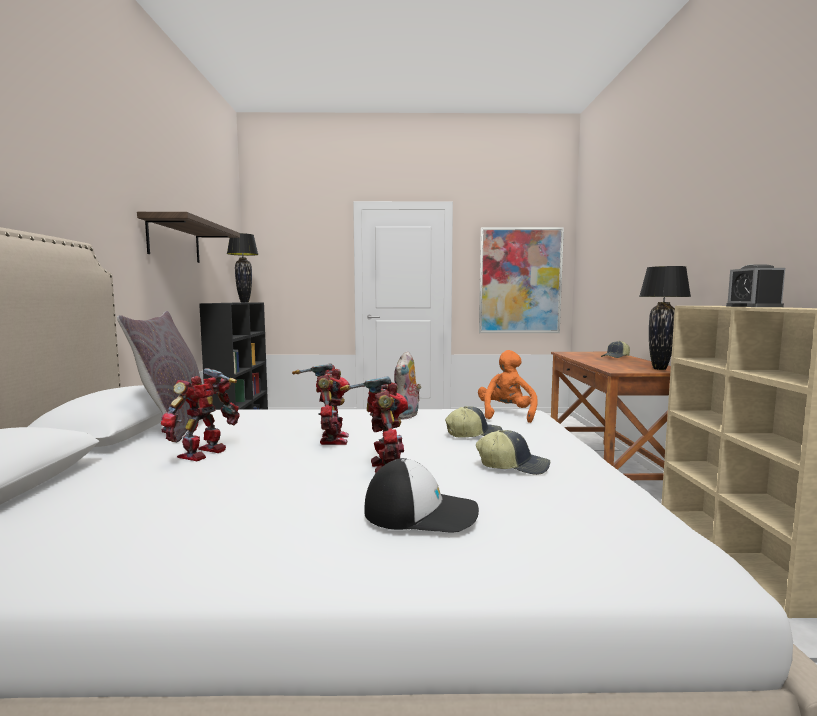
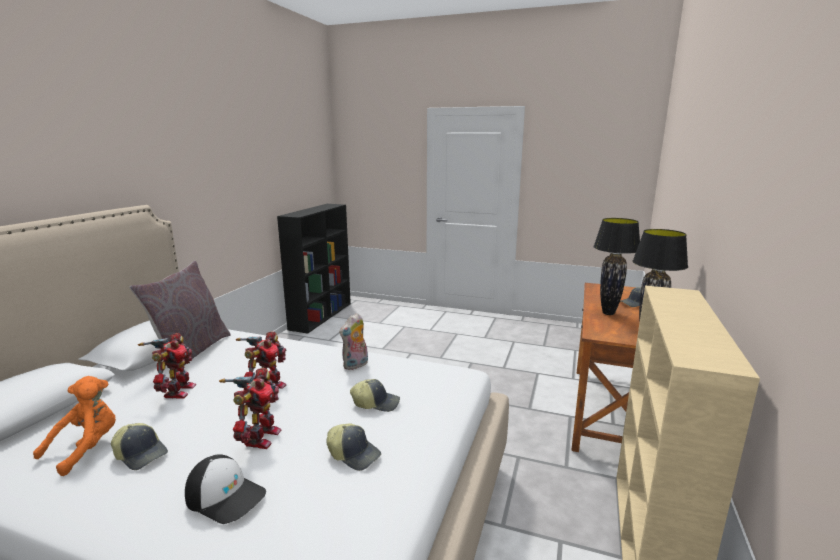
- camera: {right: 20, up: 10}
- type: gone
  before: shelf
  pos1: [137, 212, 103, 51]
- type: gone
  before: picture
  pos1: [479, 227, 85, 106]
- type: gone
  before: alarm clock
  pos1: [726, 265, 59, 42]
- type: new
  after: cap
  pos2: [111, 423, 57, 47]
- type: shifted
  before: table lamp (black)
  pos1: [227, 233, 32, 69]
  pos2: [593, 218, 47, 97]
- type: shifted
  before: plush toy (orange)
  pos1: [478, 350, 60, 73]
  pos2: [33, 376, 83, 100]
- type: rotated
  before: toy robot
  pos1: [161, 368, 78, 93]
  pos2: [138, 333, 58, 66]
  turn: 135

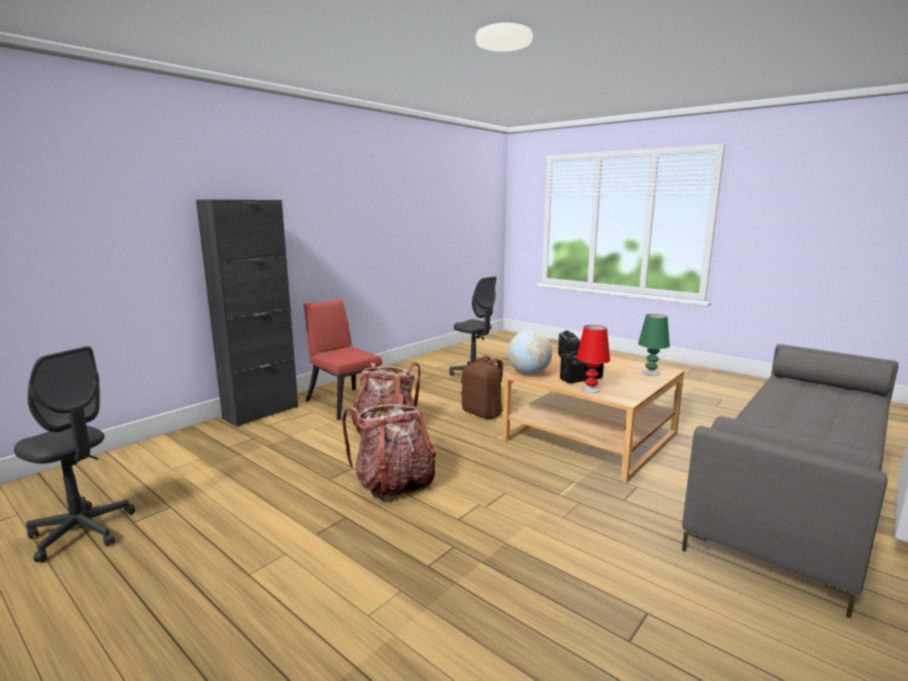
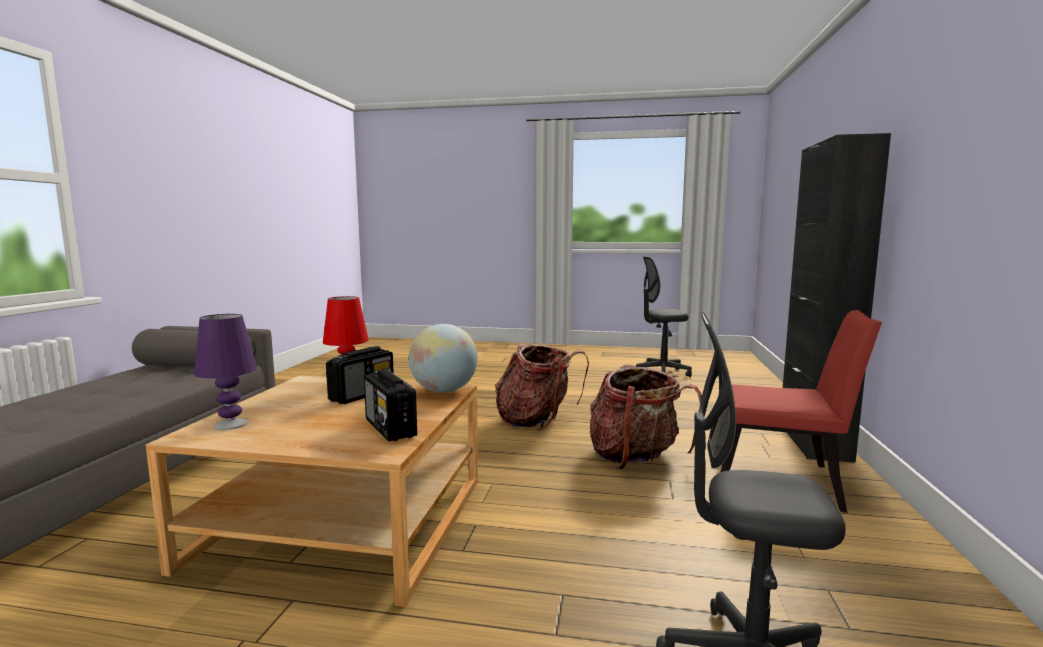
- camera: {right: 150, up: -5}
- type: gone
  before: backpack (brown)
  pos1: [461, 356, 42, 63]
- type: repainted
  before: table lamp (green)
  after: table lamp (purple)
  pos1: [638, 314, 32, 62]
  pos2: [194, 314, 63, 116]

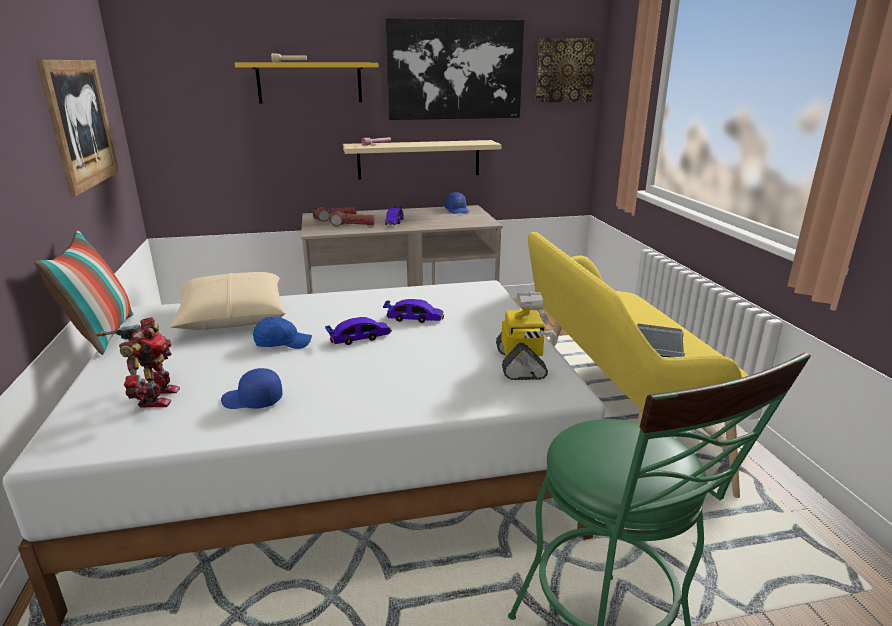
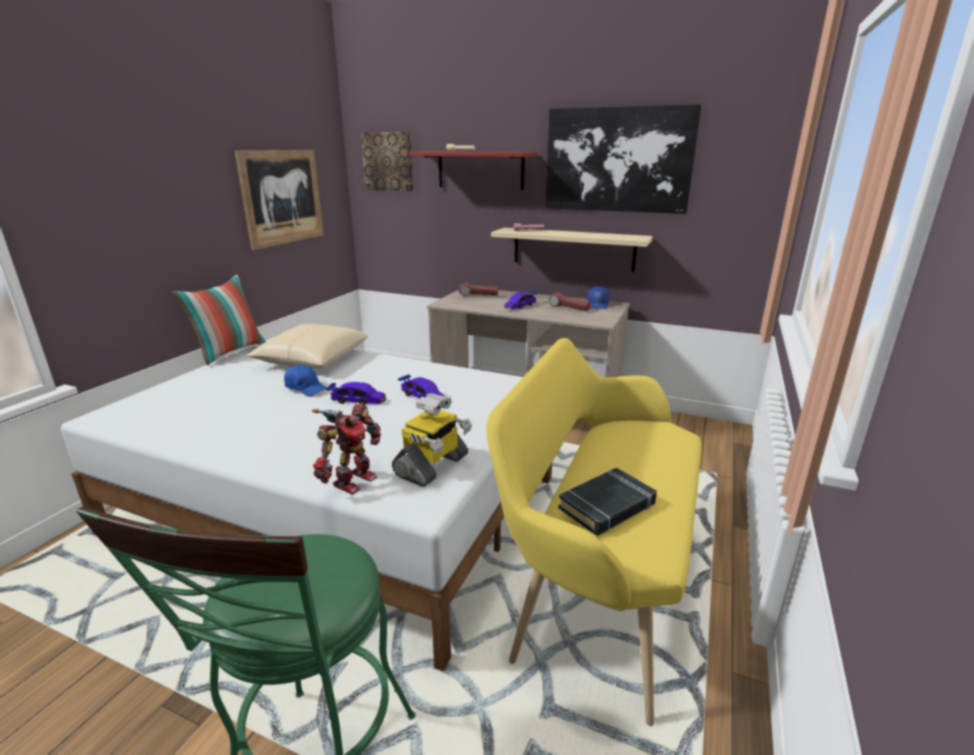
- camera: {right: 35, up: 0}
- type: gone
  before: cap (blue)
  pos1: [221, 368, 62, 41]
- type: shifted
  before: toy robot
  pos1: [96, 317, 84, 91]
  pos2: [312, 404, 69, 91]
- type: shifted
  before: flashlight
  pos1: [329, 210, 46, 16]
  pos2: [549, 292, 42, 19]
- type: shifted
  before: picture
  pos1: [535, 38, 62, 64]
  pos2: [361, 132, 53, 59]
- type: repainted
  before: shelf (yellow)
  after: shelf (red)
  pos1: [235, 63, 144, 41]
  pos2: [409, 152, 128, 38]

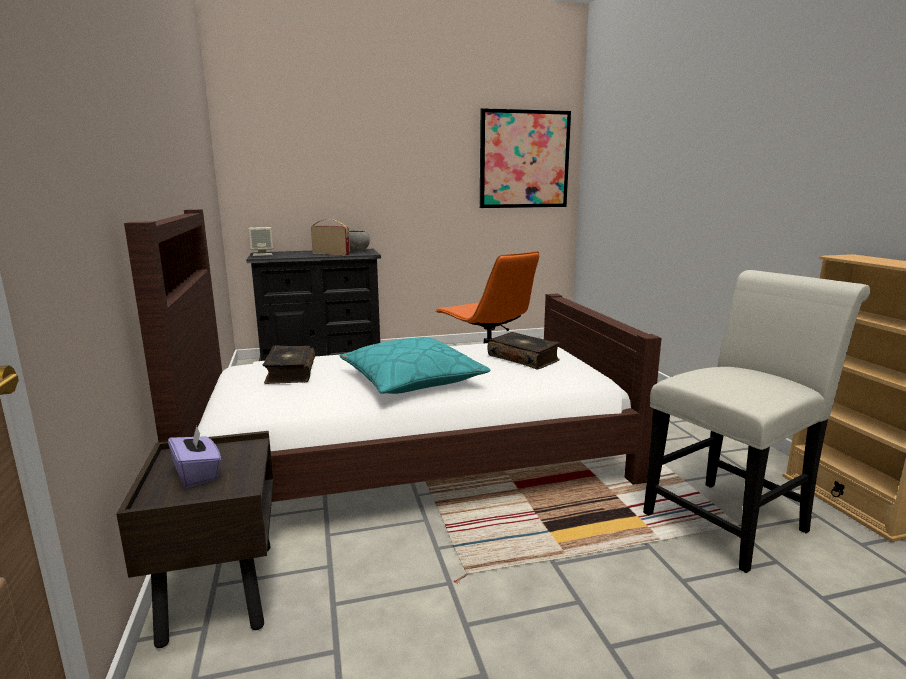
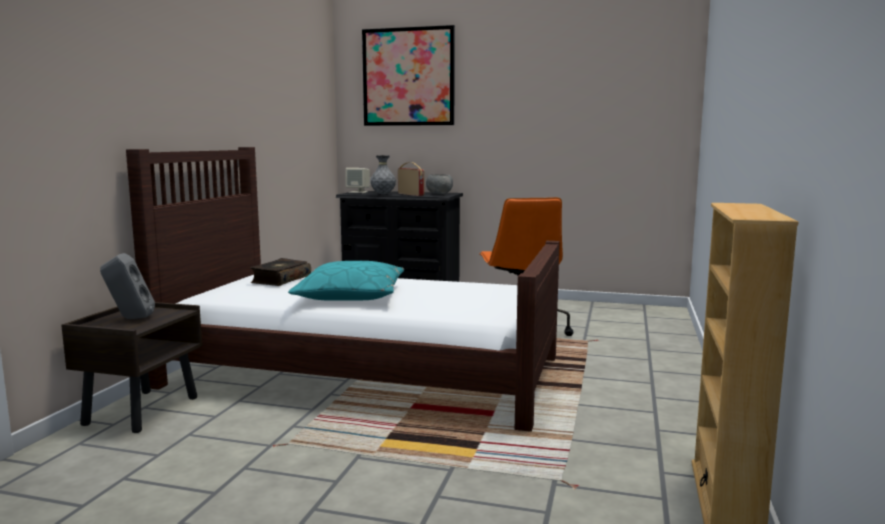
- camera: {right: 30, up: -5}
- type: gone
  before: book
  pos1: [488, 332, 72, 37]
- type: gone
  before: chair (white)
  pos1: [643, 270, 227, 303]
- type: new
  after: vase (grey)
  pos2: [370, 155, 26, 40]
- type: shifted
  before: picture
  pos1: [480, 108, 91, 100]
  pos2: [362, 25, 93, 101]
- type: swapped
  before: tissue box (purple)
  after: speaker (grey)
  pos1: [168, 426, 53, 62]
  pos2: [100, 253, 55, 66]

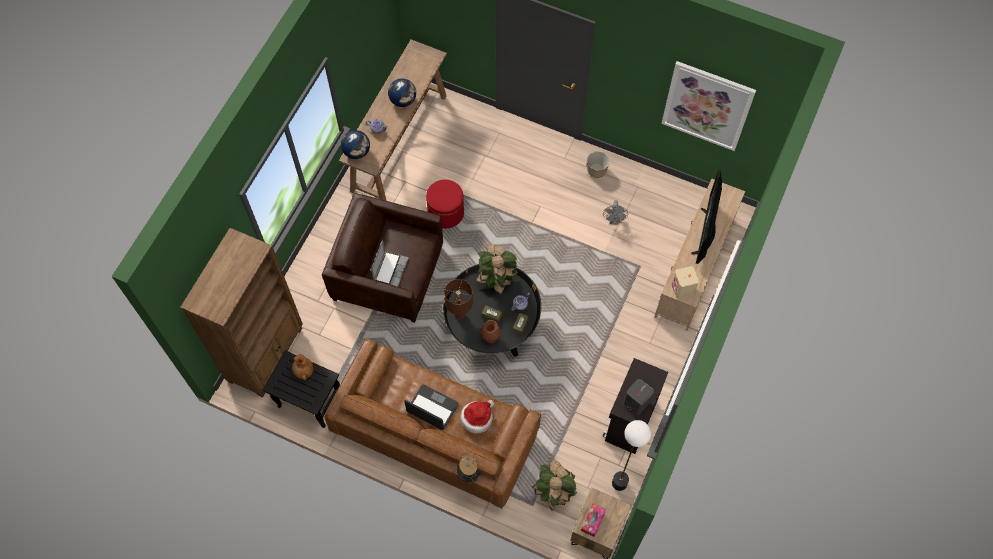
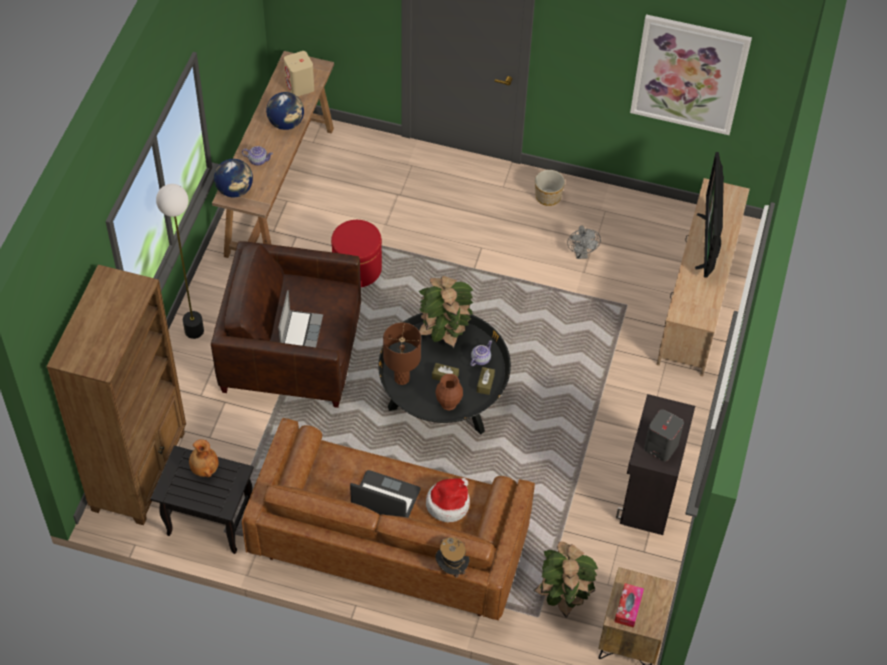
- camera: {right: -10, up: -10}
- type: shifted
  before: floor lamp
  pos1: [612, 420, 39, 71]
  pos2: [156, 184, 48, 155]
- type: shifted
  before: speaker (beige)
  pos1: [671, 266, 28, 33]
  pos2: [284, 51, 30, 46]

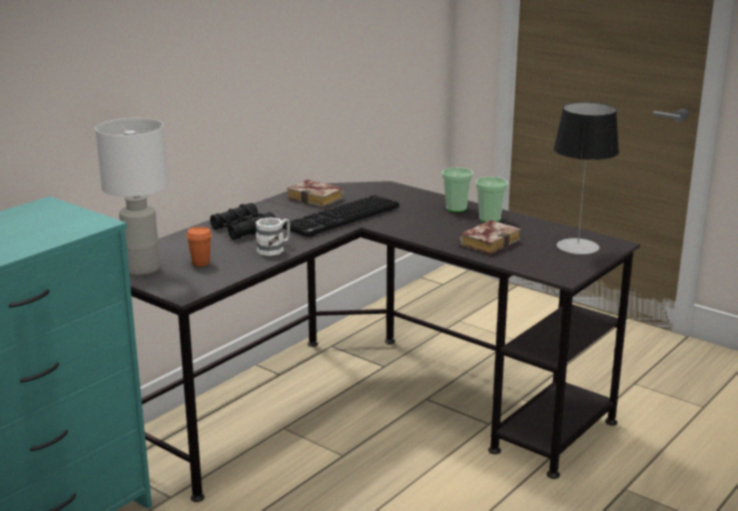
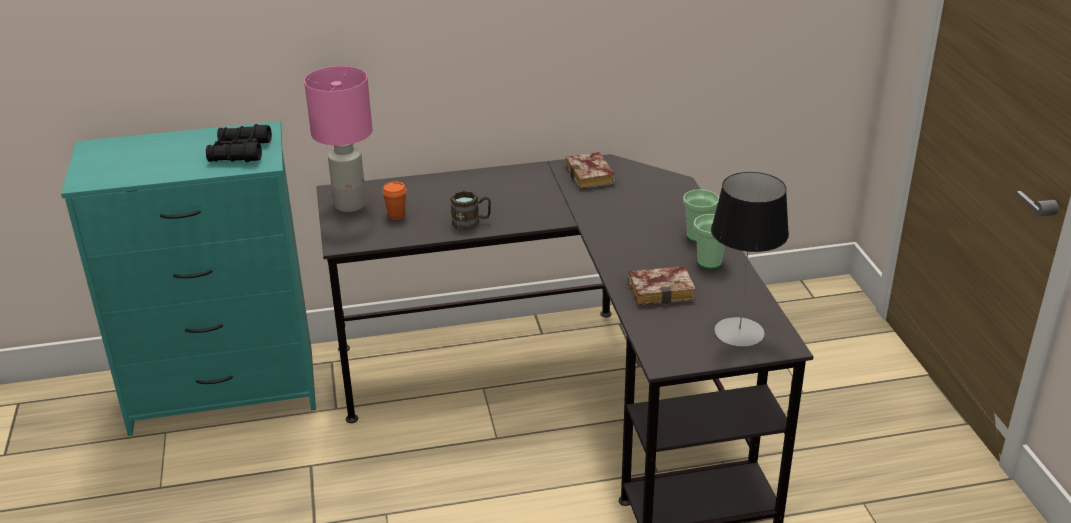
- camera: {right: 40, up: 10}
- type: gone
  before: keyboard
  pos1: [283, 195, 116, 42]
- type: shifted
  before: binoculars (black)
  pos1: [210, 203, 66, 37]
  pos2: [206, 124, 66, 38]
- type: repainted
  before: table lamp (white)
  after: table lamp (pink)
  pos1: [95, 118, 73, 157]
  pos2: [304, 66, 69, 146]
- type: repainted
  before: mug (white)
  after: mug (brown)
  pos1: [255, 217, 35, 39]
  pos2: [450, 190, 41, 40]

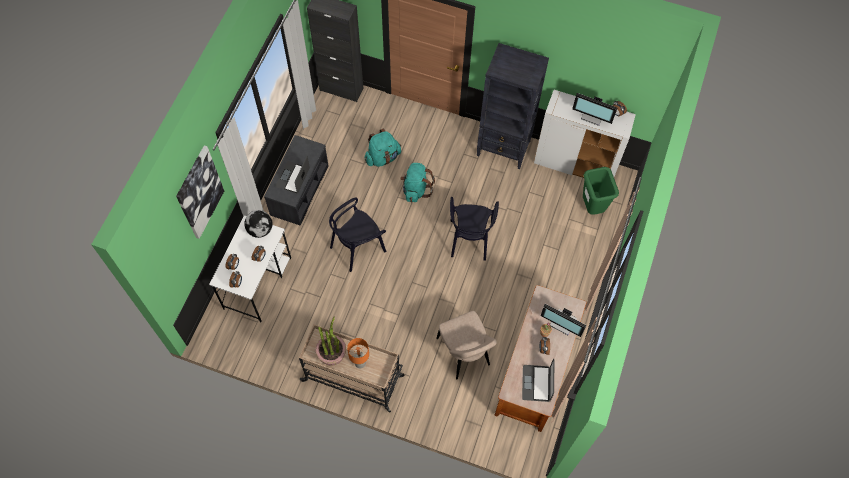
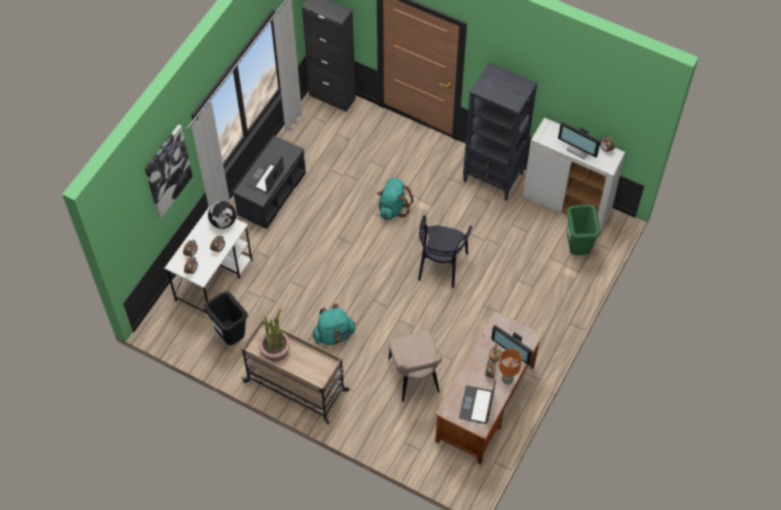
- camera: {right: 10, up: -5}
- type: gone
  before: chair (black)
  pos1: [329, 197, 57, 75]
- type: new
  after: trash can (black)
  pos2: [204, 291, 44, 54]
- type: shifted
  before: table lamp (orange)
  pos1: [347, 338, 22, 30]
  pos2: [499, 349, 23, 36]
- type: shifted
  before: backpack (turquoise)
  pos1: [365, 129, 36, 38]
  pos2: [313, 304, 43, 41]

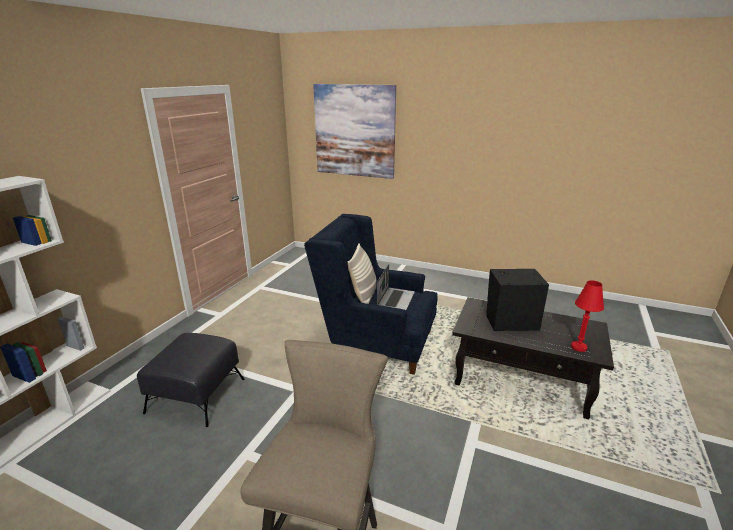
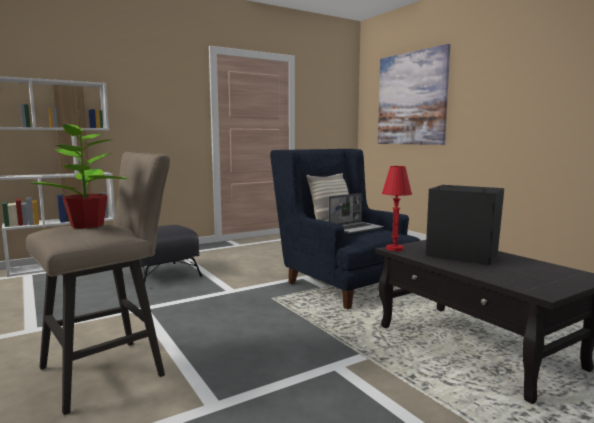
- camera: {right: 35, up: -15}
- type: new
  after: potted plant
  pos2: [29, 121, 99, 107]
- type: shifted
  before: table lamp (red)
  pos1: [571, 280, 33, 72]
  pos2: [382, 166, 30, 85]

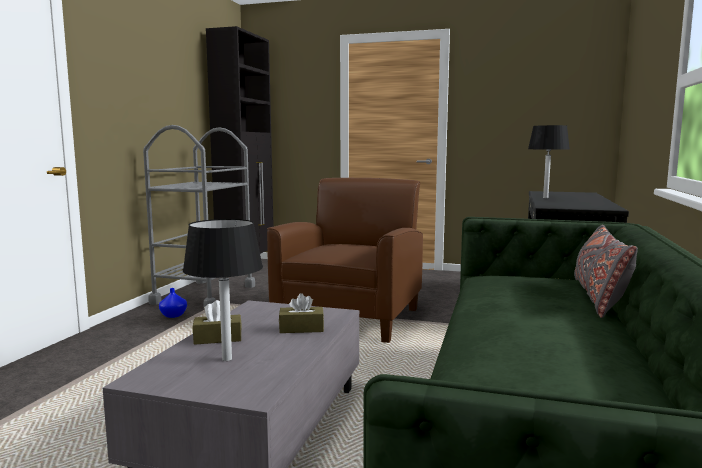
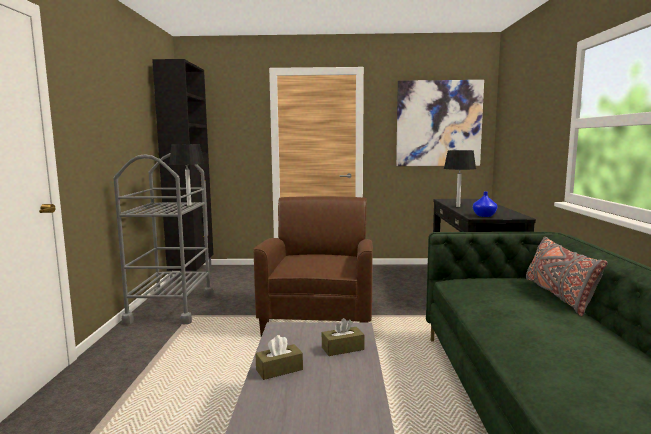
- camera: {right: -15, up: 0}
- type: new
  after: picture
  pos2: [396, 80, 88, 86]
- type: shifted
  before: vase (blue)
  pos1: [159, 288, 28, 30]
  pos2: [473, 192, 24, 25]
- type: shifted
  before: table lamp (black)
  pos1: [183, 219, 80, 142]
  pos2: [169, 144, 35, 62]

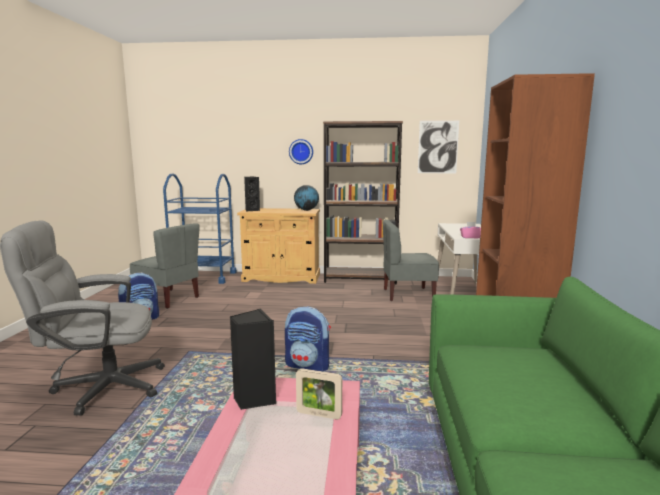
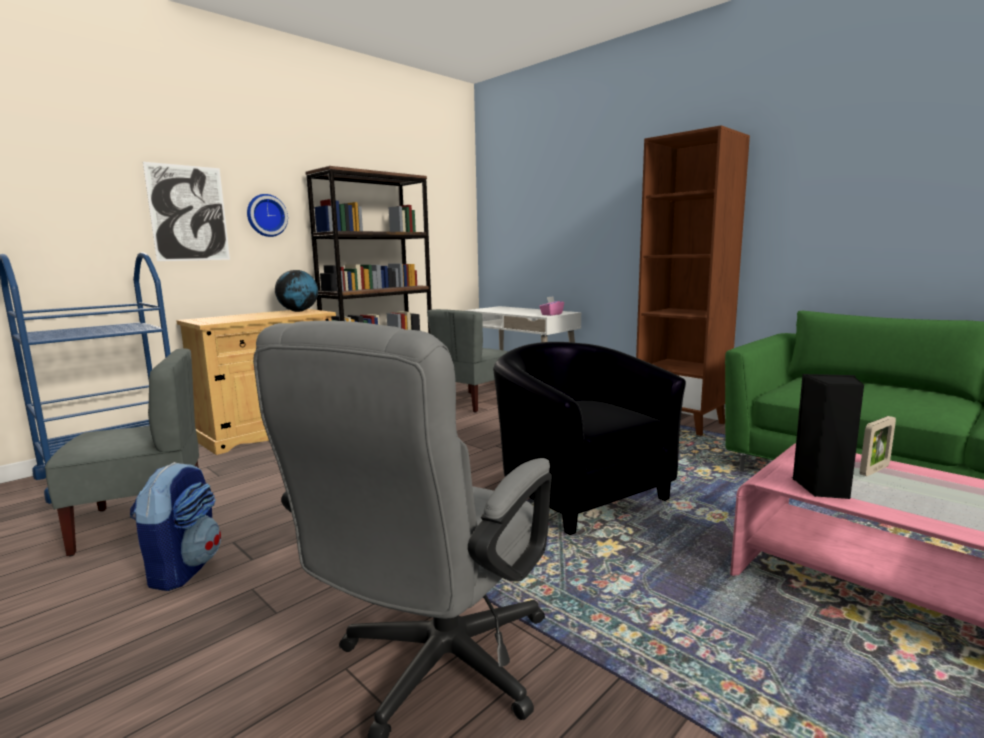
- camera: {right: -50, up: 0}
- type: gone
  before: speaker (black)
  pos1: [244, 177, 16, 34]
- type: shifted
  before: picture
  pos1: [418, 121, 41, 52]
  pos2: [143, 162, 87, 99]
- type: swapped
  before: backpack
  after: armchair (black)
  pos1: [285, 307, 46, 64]
  pos2: [493, 342, 193, 193]

